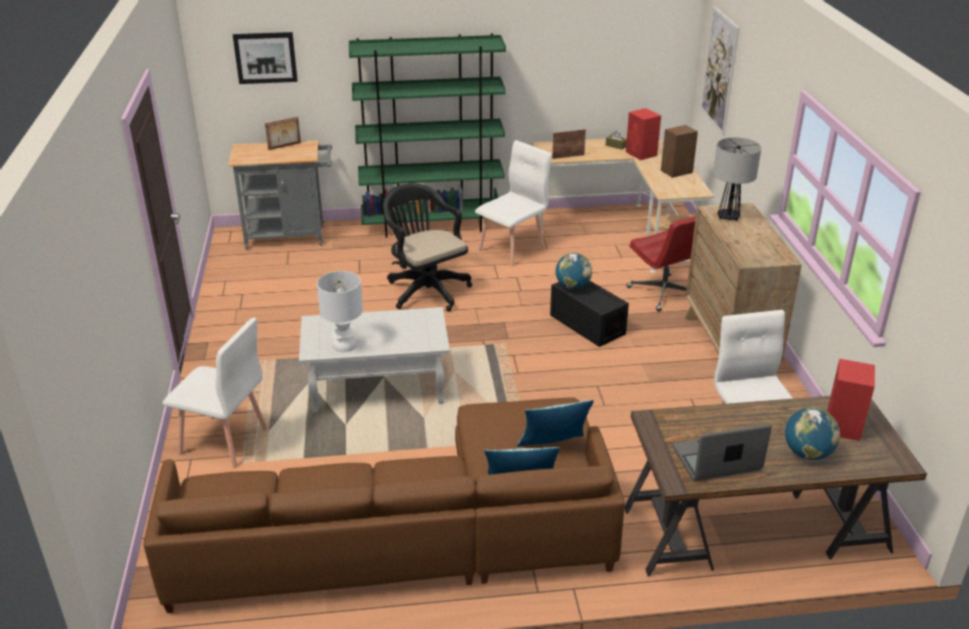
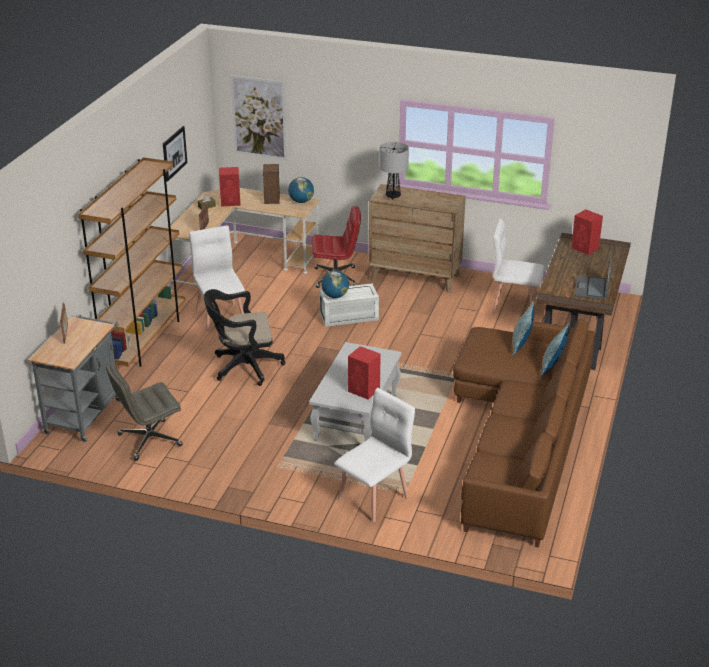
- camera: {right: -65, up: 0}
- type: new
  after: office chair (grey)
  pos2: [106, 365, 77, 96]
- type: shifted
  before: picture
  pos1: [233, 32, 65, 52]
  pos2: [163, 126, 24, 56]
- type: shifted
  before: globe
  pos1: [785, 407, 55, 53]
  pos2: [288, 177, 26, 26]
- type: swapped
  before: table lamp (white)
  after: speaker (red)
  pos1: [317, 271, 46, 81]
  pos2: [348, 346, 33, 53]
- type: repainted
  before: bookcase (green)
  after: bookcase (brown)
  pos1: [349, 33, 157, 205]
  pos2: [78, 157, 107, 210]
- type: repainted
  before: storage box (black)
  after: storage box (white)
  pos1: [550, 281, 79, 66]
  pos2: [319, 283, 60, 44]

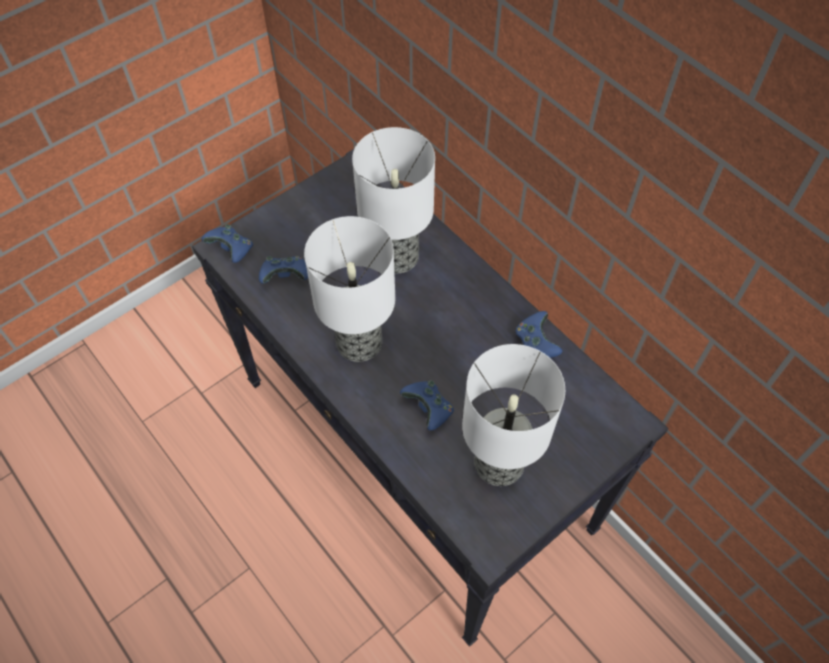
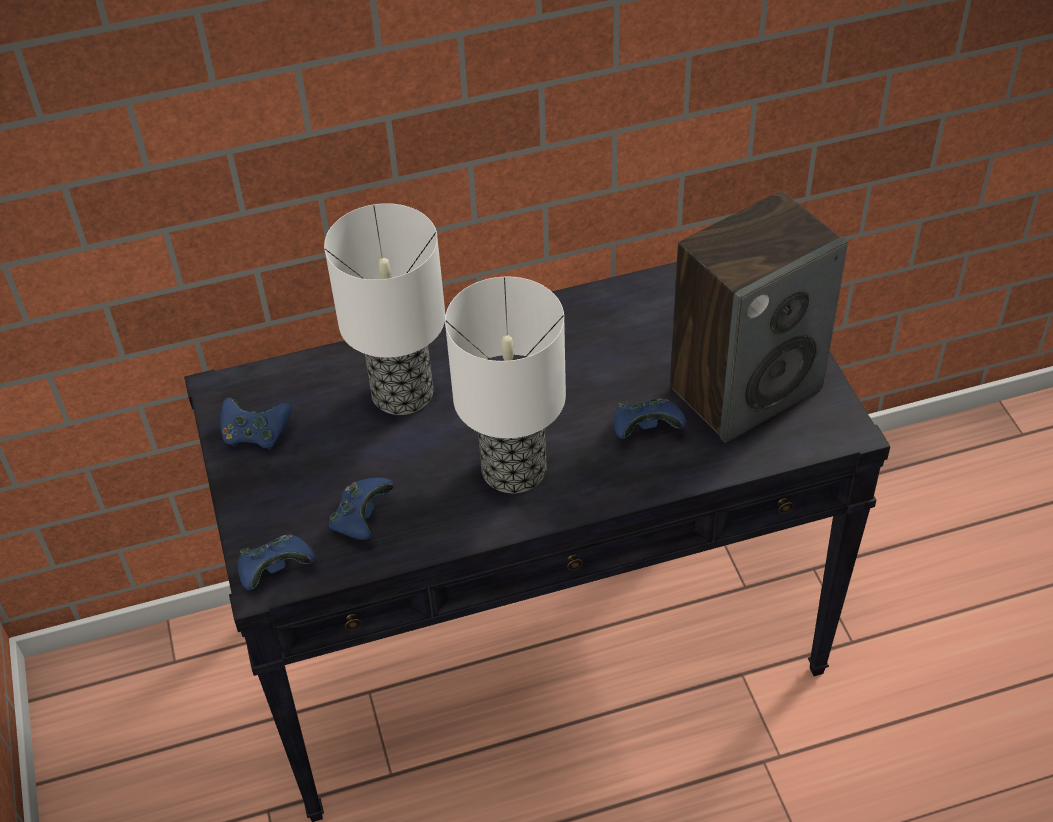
- camera: {right: -65, up: -10}
- type: shifted
  before: game controller (blue)
  pos1: [516, 311, 47, 47]
  pos2: [220, 397, 71, 53]
- type: swapped
  before: table lamp
  after: speaker
  pos1: [462, 344, 103, 142]
  pos2: [670, 191, 178, 252]

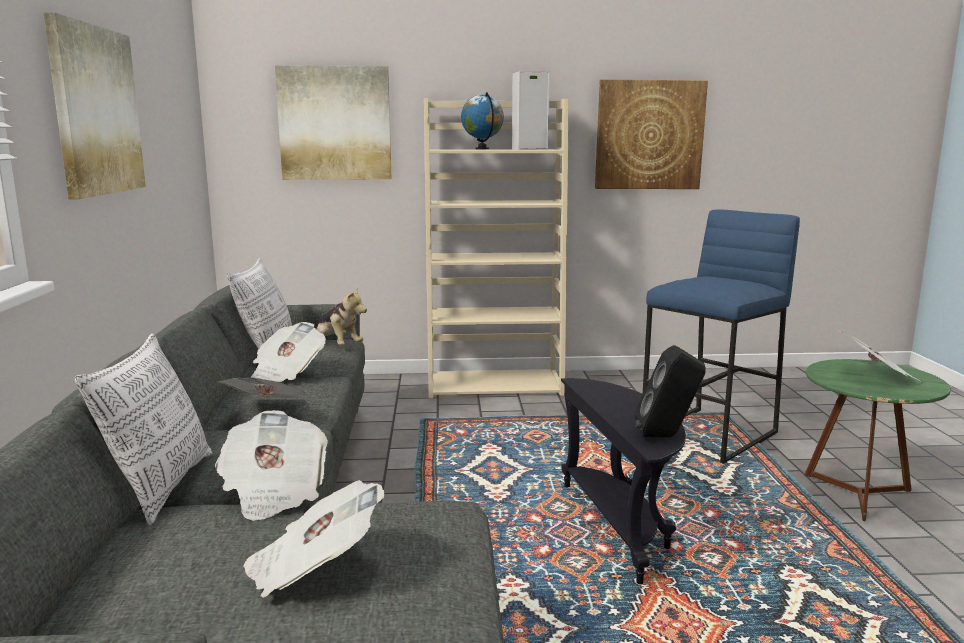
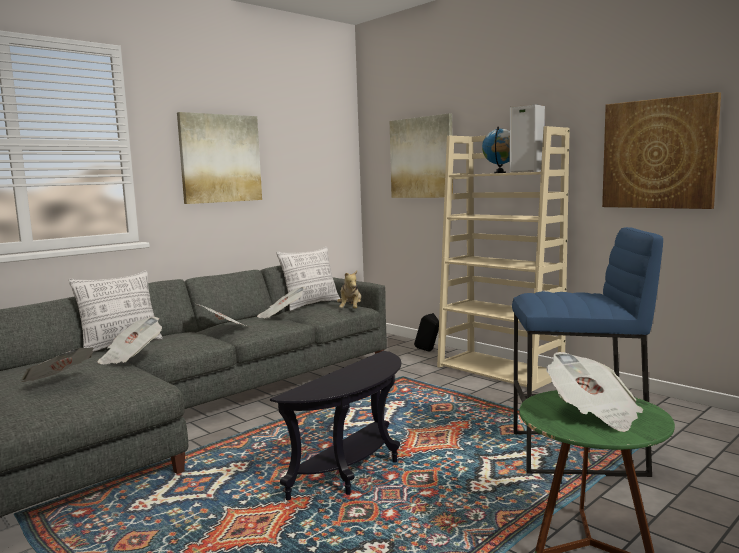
- camera: {right: 50, up: -5}
- type: shifted
  before: speaker (black)
  pos1: [635, 345, 71, 92]
  pos2: [414, 313, 25, 39]

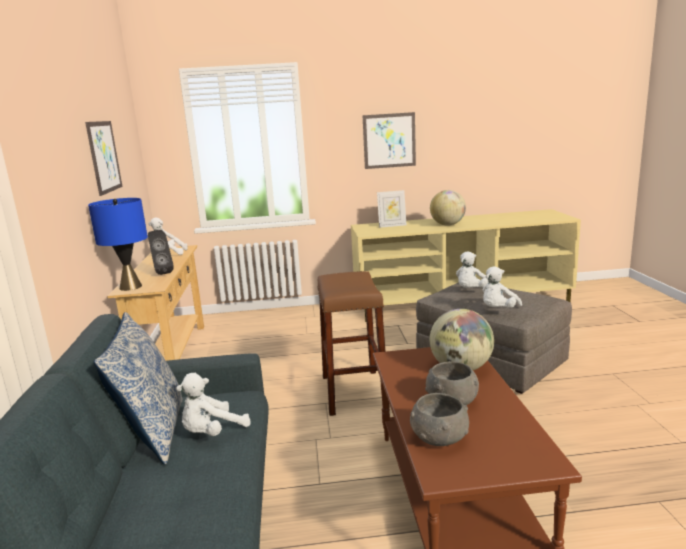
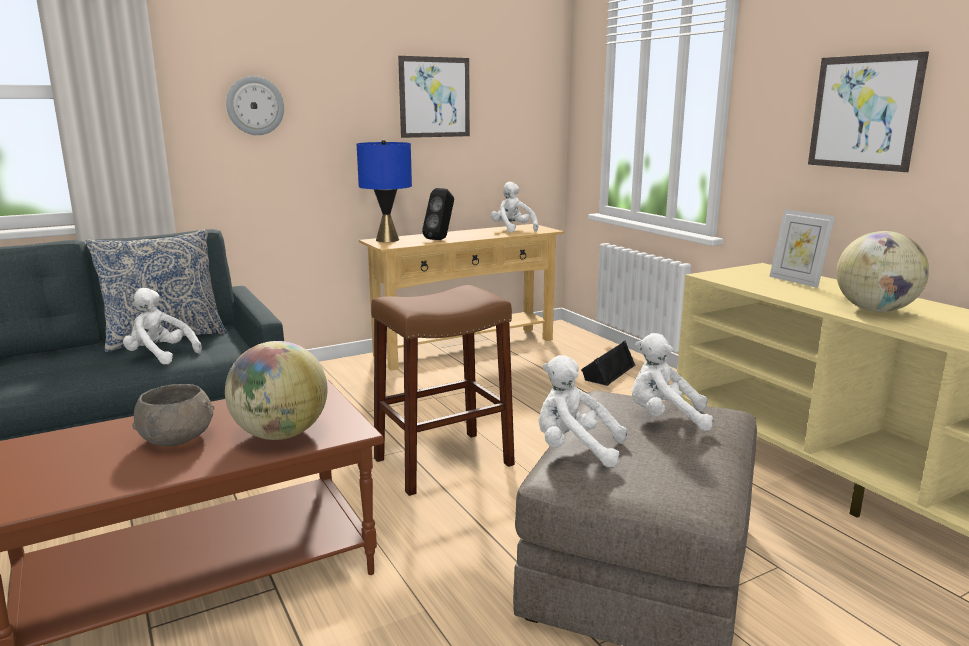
- camera: {right: 65, up: 0}
- type: gone
  before: bowl (grey)
  pos1: [410, 393, 59, 53]
- type: new
  after: wall clock
  pos2: [226, 76, 58, 59]
- type: new
  after: speaker (black)
  pos2: [581, 340, 55, 46]

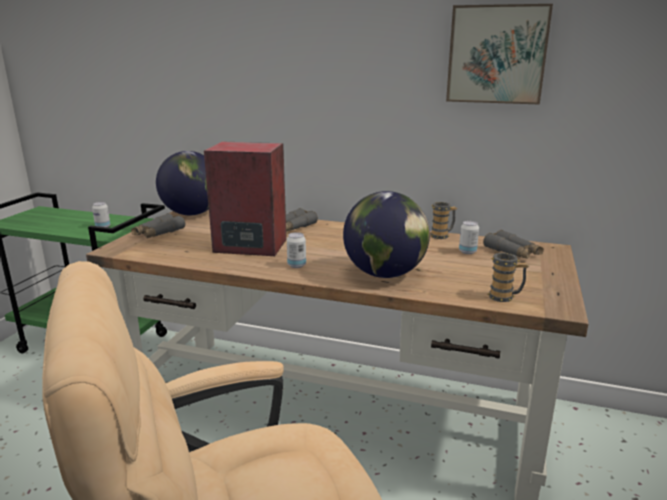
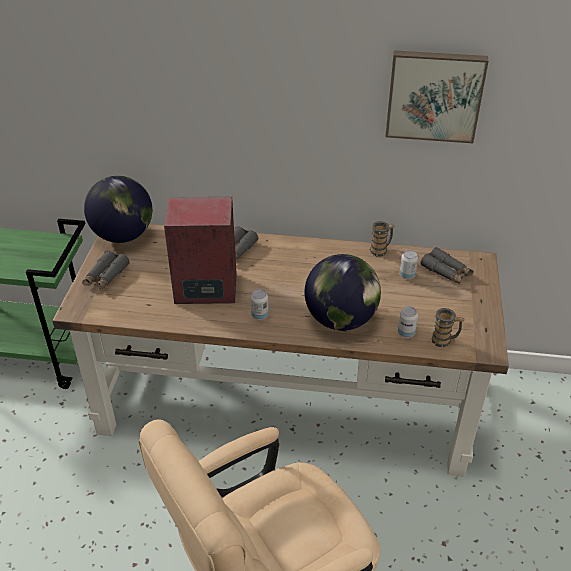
- camera: {right: -10, up: 20}
- type: shifted
  before: can
  pos1: [92, 202, 19, 26]
  pos2: [398, 306, 20, 32]

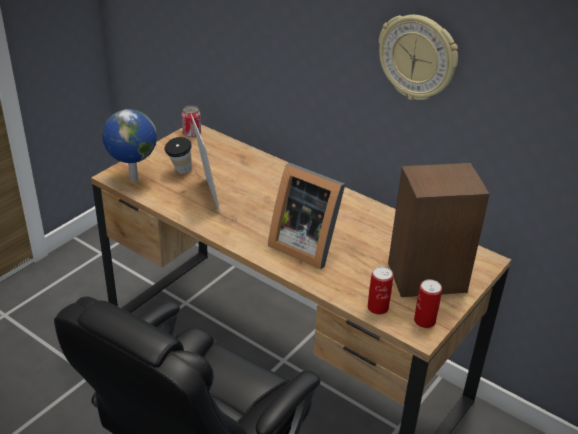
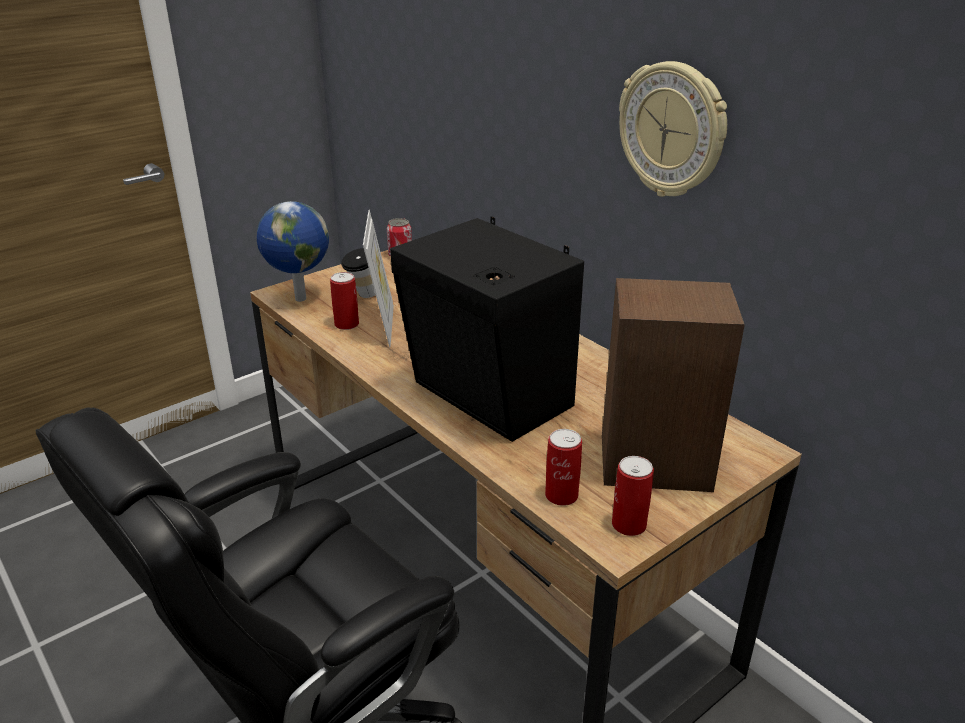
- camera: {right: 15, up: -5}
- type: new
  after: can
  pos2: [330, 272, 29, 58]
- type: swapped
  before: picture frame
  after: speaker (black)
  pos1: [268, 163, 77, 106]
  pos2: [390, 216, 194, 226]

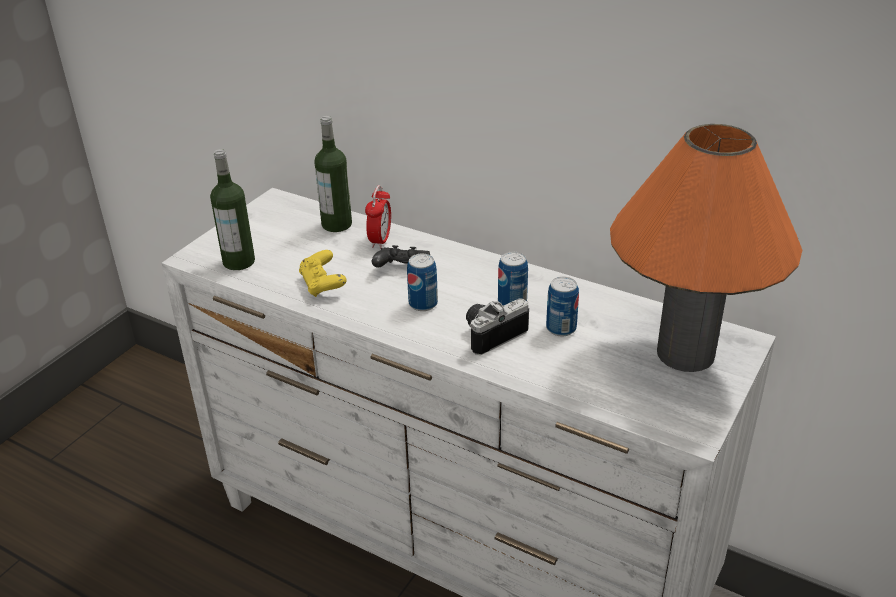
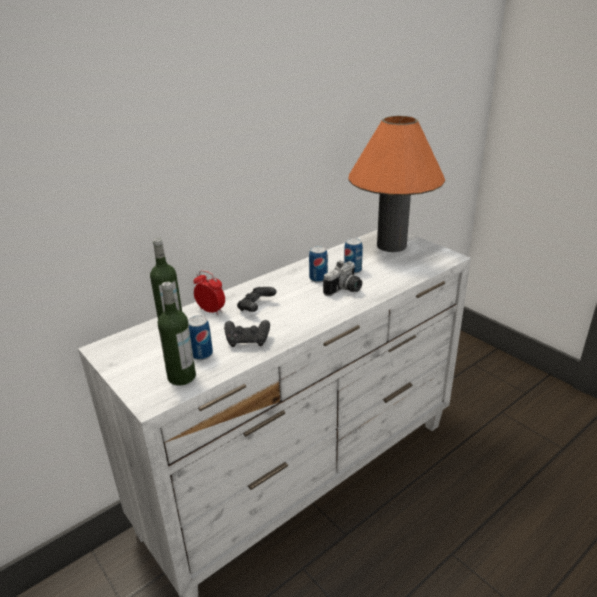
- camera: {right: -70, up: -5}
- type: shifted
  before: can
  pos1: [407, 254, 31, 57]
  pos2: [188, 315, 25, 45]
- type: repainted
  before: game controller (yellow)
  after: game controller (black)
  pos1: [299, 250, 48, 47]
  pos2: [224, 320, 46, 27]
- type: rotated
  before: photo camera
  pos1: [466, 298, 63, 57]
  pos2: [323, 260, 39, 36]
  turn: -120

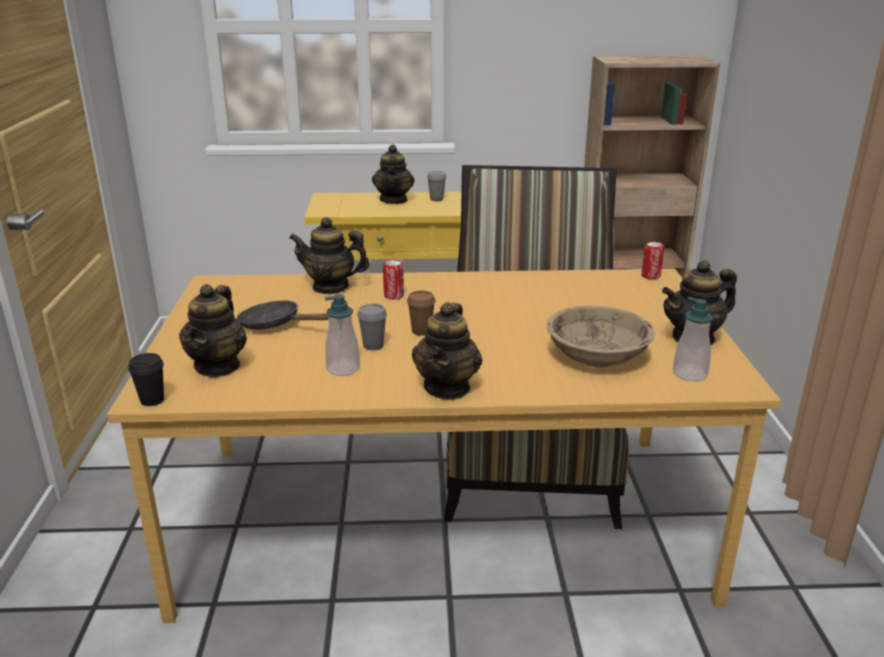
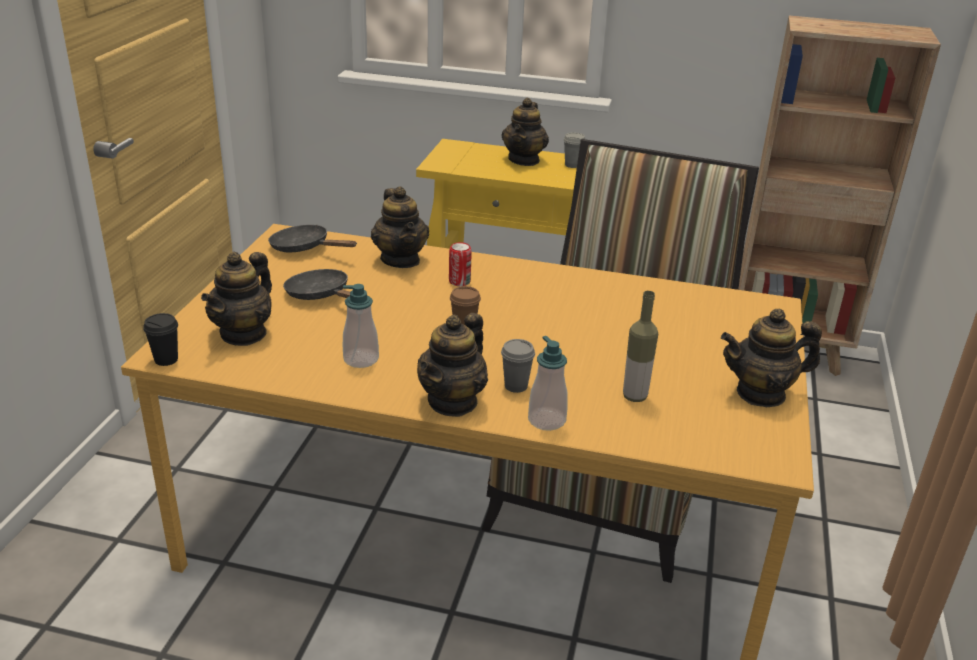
- camera: {right: 15, up: 5}
- type: gone
  before: can
  pos1: [641, 241, 23, 38]
- type: new
  after: frying pan (black)
  pos2: [268, 225, 89, 27]
- type: shifted
  before: cup (grey)
  pos1: [357, 304, 30, 46]
  pos2: [501, 339, 34, 54]
- type: shifted
  before: soap dispenser
  pos1: [673, 297, 40, 85]
  pos2: [528, 336, 40, 95]
- type: swapped
  before: bowl (beige)
  after: bottle
  pos1: [547, 305, 108, 62]
  pos2: [623, 291, 35, 111]
- type: rotated
  before: teapot
  pos1: [289, 217, 81, 77]
  pos2: [371, 187, 58, 81]
  turn: -135

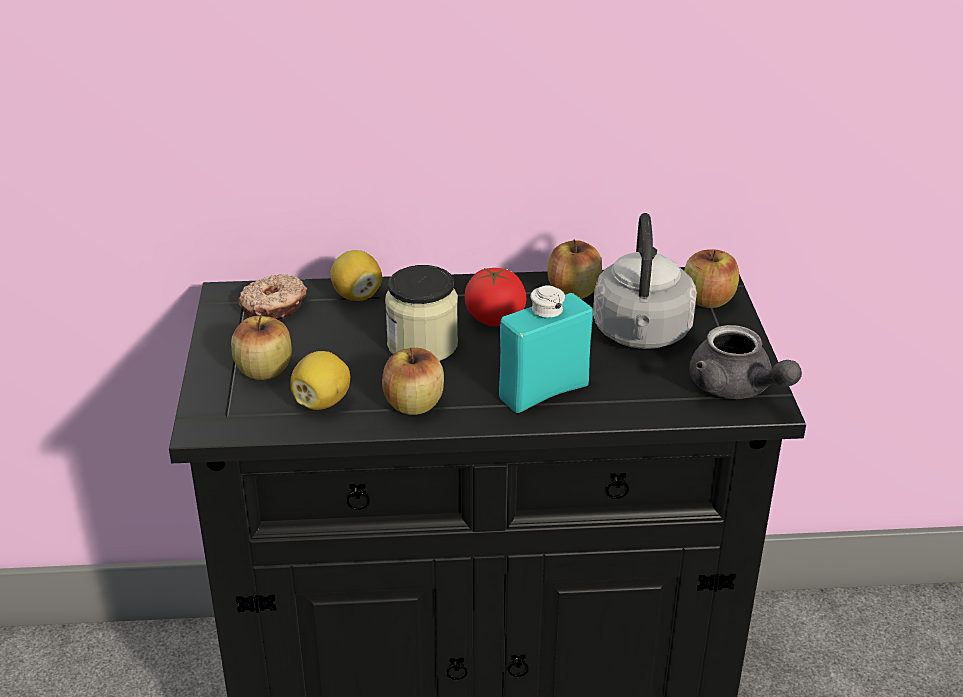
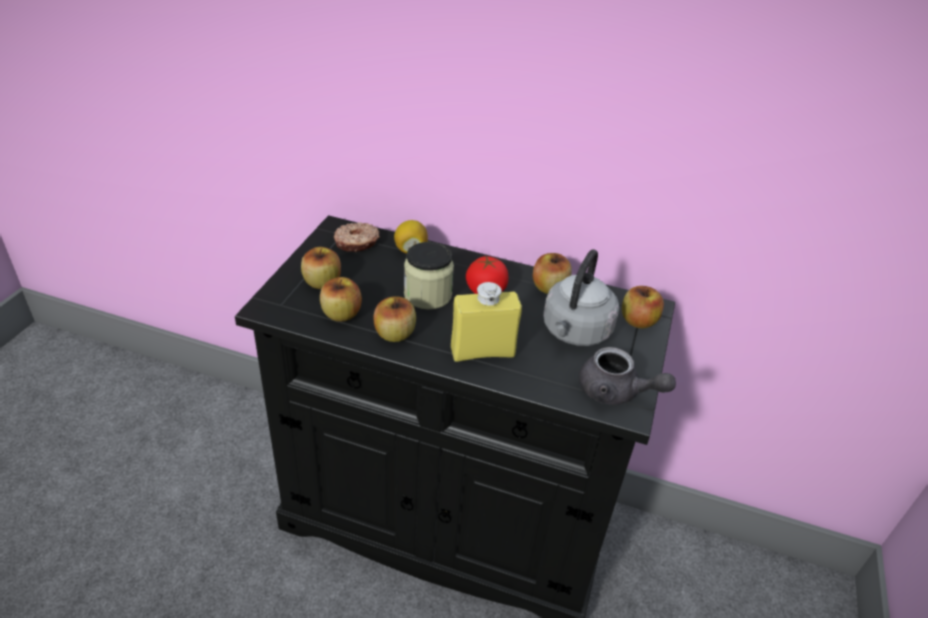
- camera: {right: 20, up: 5}
- type: swapped
  before: lemon
  after: apple
  pos1: [290, 351, 60, 59]
  pos2: [320, 277, 42, 45]
- type: repainted
  before: bottle (turquoise)
  after: bottle (yellow)
  pos1: [499, 285, 94, 128]
  pos2: [451, 282, 71, 80]
- type: rotated
  before: teapot (grey)
  pos1: [689, 325, 113, 74]
  pos2: [579, 347, 97, 58]
  turn: -45

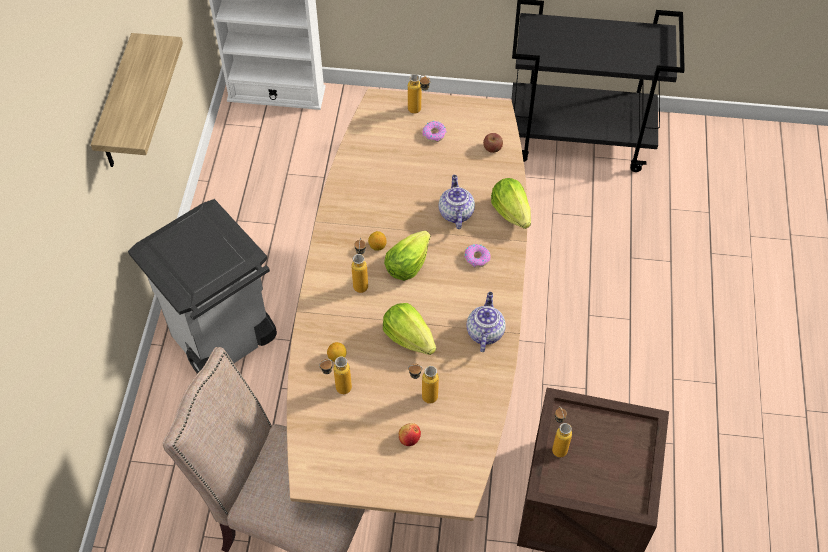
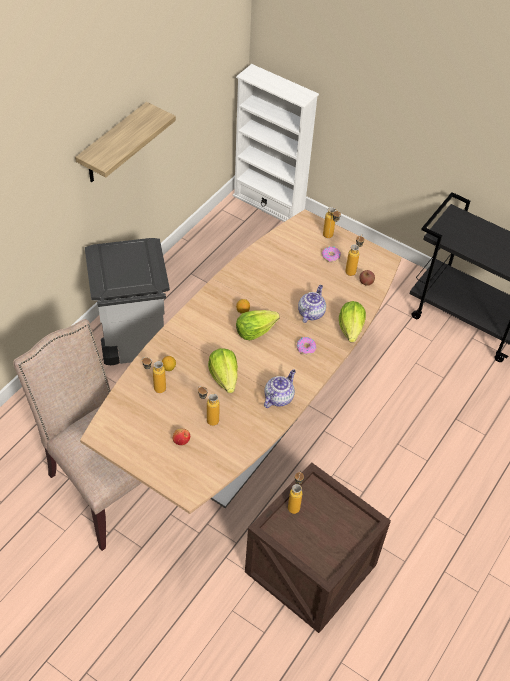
- camera: {right: 25, up: -5}
- type: shifted
  before: bottle
  pos1: [351, 237, 17, 56]
  pos2: [345, 234, 19, 42]

